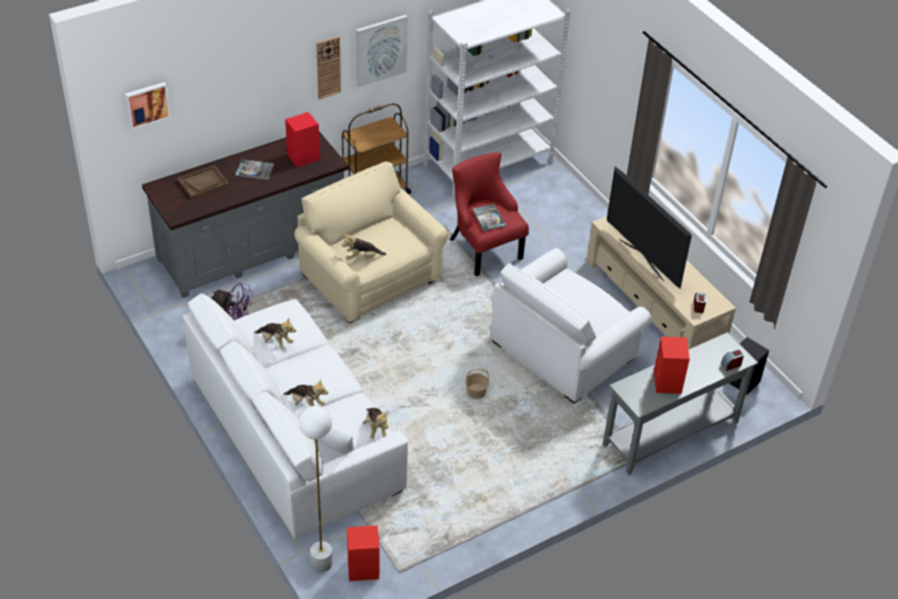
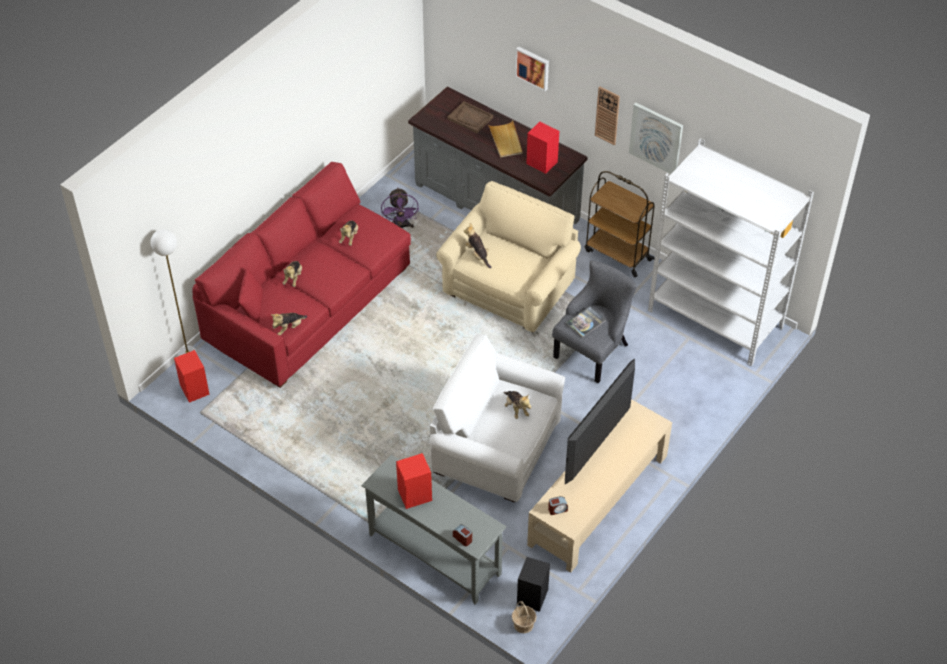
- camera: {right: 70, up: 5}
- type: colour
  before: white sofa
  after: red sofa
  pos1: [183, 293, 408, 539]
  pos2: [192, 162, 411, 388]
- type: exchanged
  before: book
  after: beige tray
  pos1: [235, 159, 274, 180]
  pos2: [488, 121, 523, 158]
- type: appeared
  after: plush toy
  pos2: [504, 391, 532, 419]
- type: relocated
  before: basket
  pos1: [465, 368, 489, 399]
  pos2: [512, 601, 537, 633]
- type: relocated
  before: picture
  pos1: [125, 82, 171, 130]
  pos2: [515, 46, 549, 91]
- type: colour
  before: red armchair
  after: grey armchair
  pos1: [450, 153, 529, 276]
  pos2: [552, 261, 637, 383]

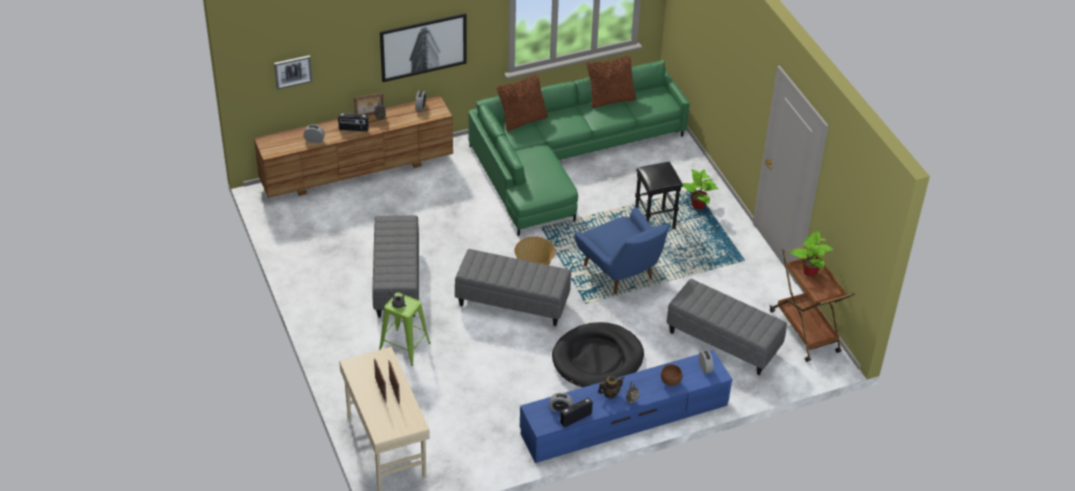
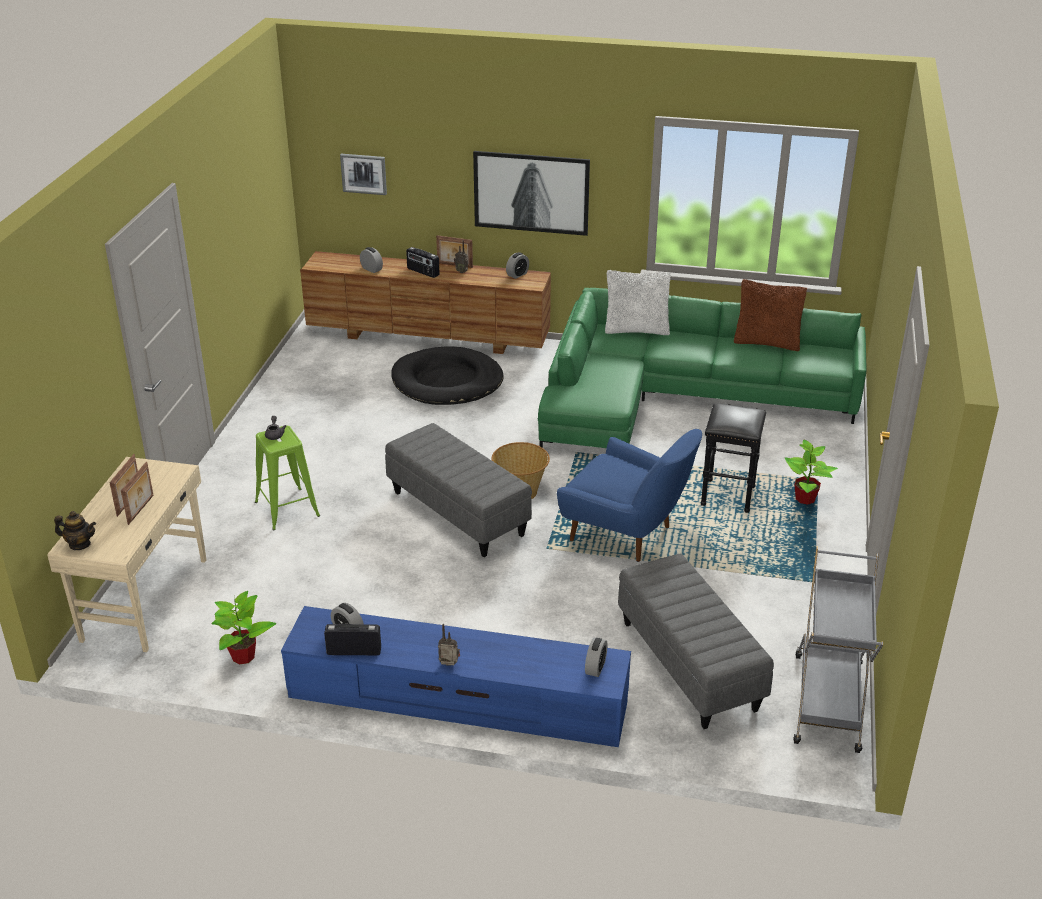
- camera: {right: 35, up: -10}
- type: relocated
  before: teapot
  pos1: [598, 376, 625, 398]
  pos2: [54, 511, 96, 550]
- type: relocated
  before: potted plant
  pos1: [789, 230, 834, 276]
  pos2: [211, 591, 276, 664]
- type: relocated
  before: black dog bed
  pos1: [552, 322, 644, 388]
  pos2: [391, 346, 504, 405]
- type: spun
  before: blue armchair
  pos1: [574, 207, 669, 294]
  pos2: [557, 429, 702, 562]
  turn: -60
- type: colour
  before: brown pillow
  after: white pillow
  pos1: [496, 74, 548, 131]
  pos2: [605, 270, 671, 335]
- type: colour
  before: brown cart
  after: grey cart
  pos1: [770, 246, 855, 362]
  pos2: [793, 546, 883, 753]
- type: missing
  before: grey ottoman
  pos1: [372, 215, 419, 318]
- type: missing
  before: brown bowl
  pos1: [661, 364, 682, 386]

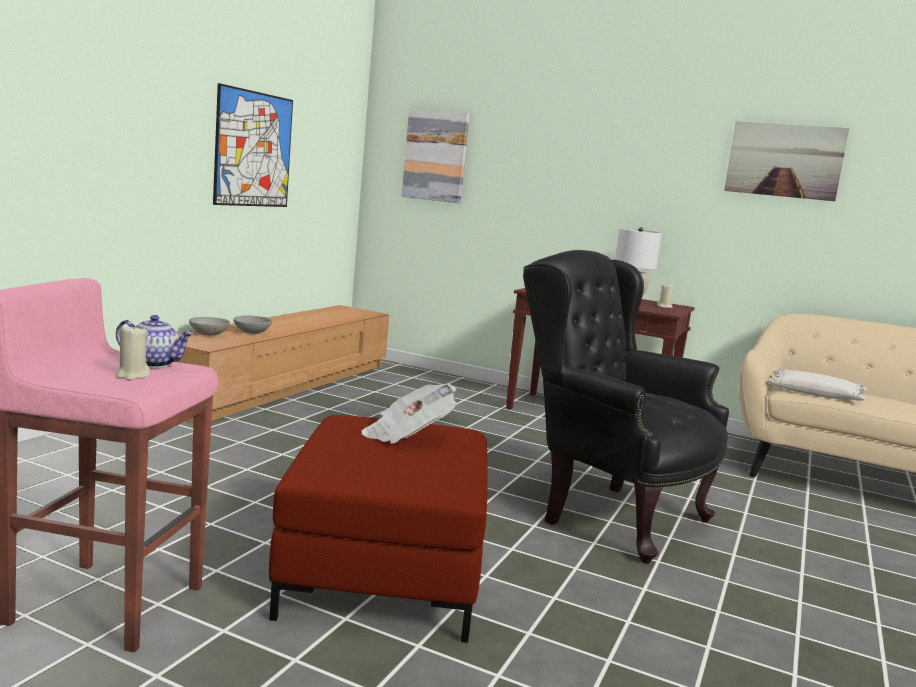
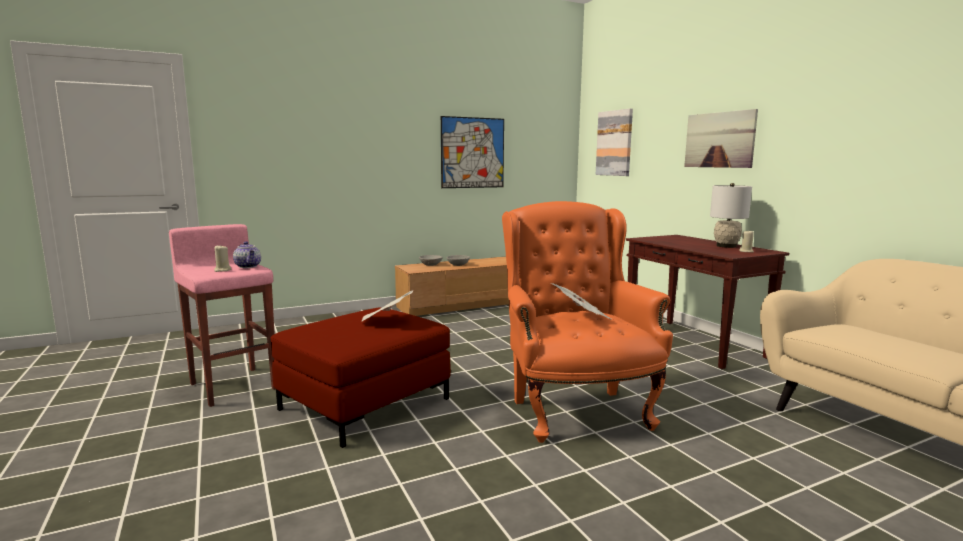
- camera: {right: 40, up: 0}
- type: colour
  before: black armchair
  after: orange armchair
  pos1: [523, 250, 729, 564]
  pos2: [502, 201, 673, 443]
- type: appeared
  after: newspaper
  pos2: [551, 283, 613, 320]
- type: relocated
  before: picture
  pos1: [724, 121, 849, 201]
  pos2: [684, 109, 758, 168]
- type: missing
  before: white pillow
  pos1: [768, 369, 867, 401]

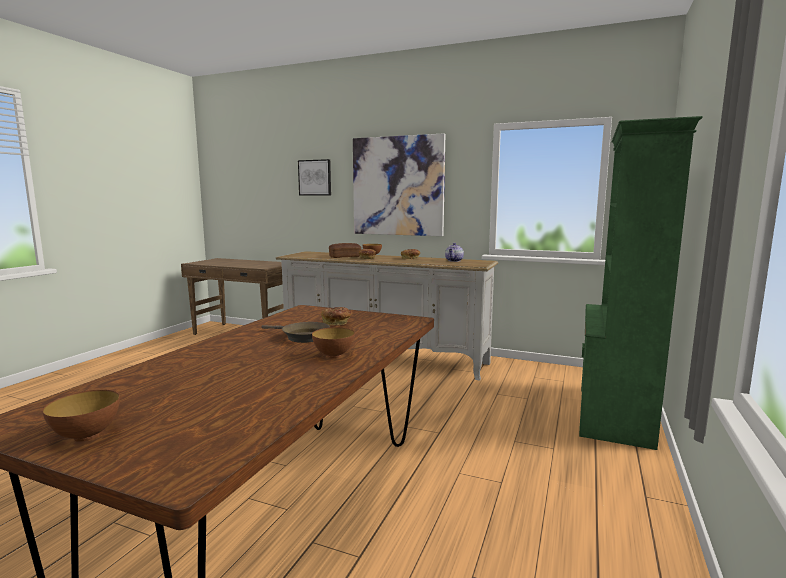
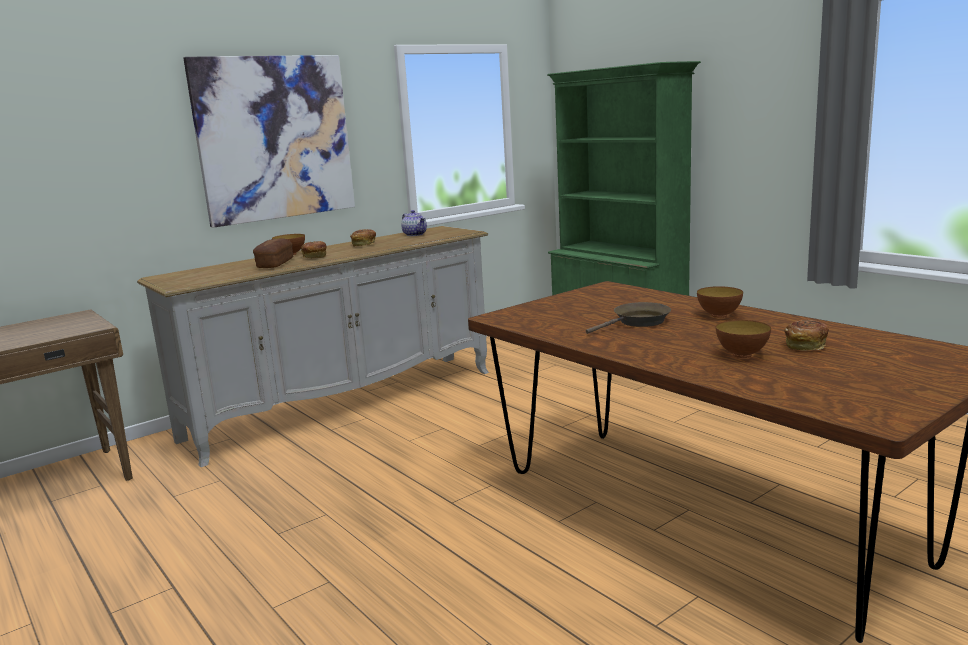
- camera: {right: -60, up: 5}
- type: relocated
  before: bowl
  pos1: [43, 390, 120, 442]
  pos2: [716, 320, 771, 358]
- type: relocated
  before: bread
  pos1: [321, 307, 352, 325]
  pos2: [784, 320, 829, 350]
- type: missing
  before: picture
  pos1: [298, 159, 331, 196]

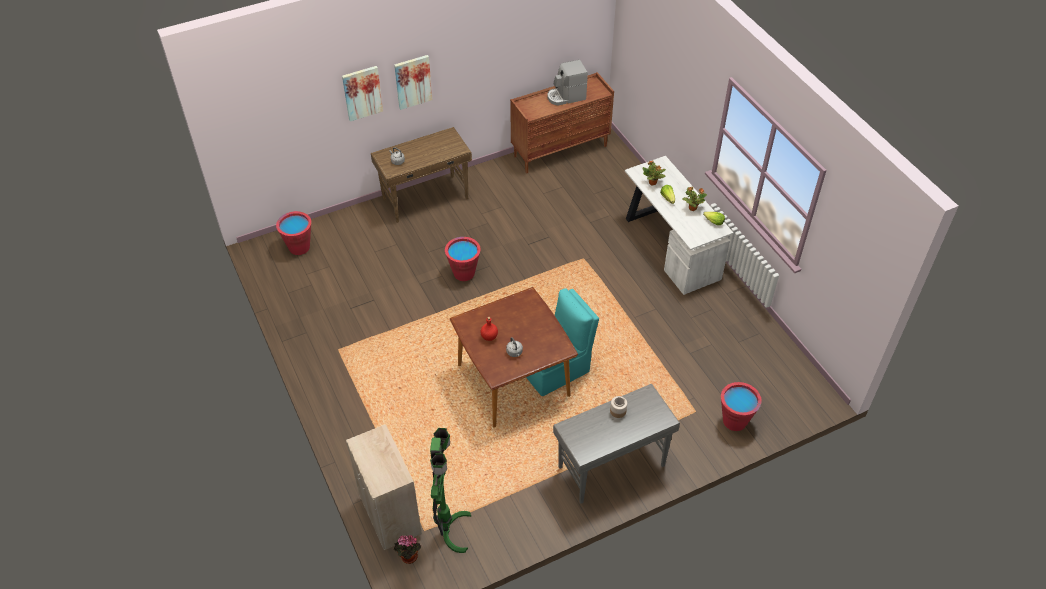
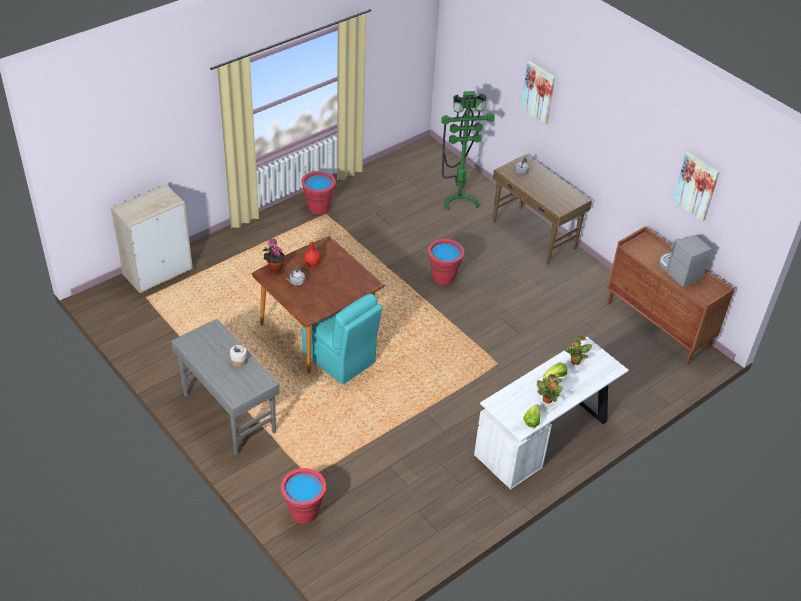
- camera: {right: 75, up: -5}
- type: relocated
  before: potted plant
  pos1: [394, 535, 421, 564]
  pos2: [263, 239, 285, 275]
- type: relocated
  before: red bucket
  pos1: [276, 211, 311, 255]
  pos2: [301, 171, 336, 214]
- type: relocated
  before: green floor lamp
  pos1: [430, 428, 471, 553]
  pos2: [441, 91, 495, 210]
- type: relocated
  before: picture
  pos1: [394, 55, 432, 110]
  pos2: [673, 152, 720, 221]

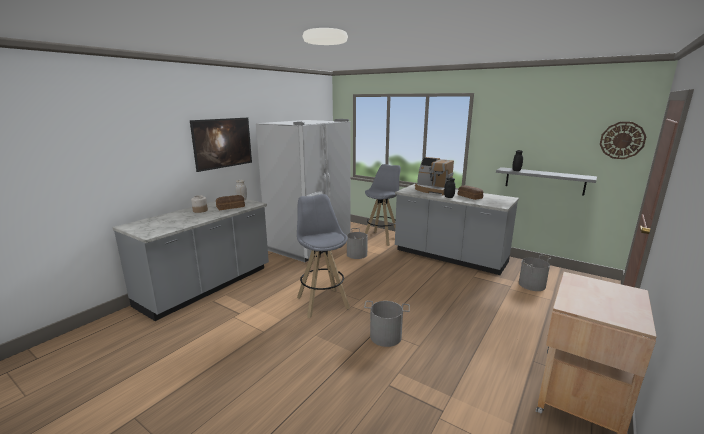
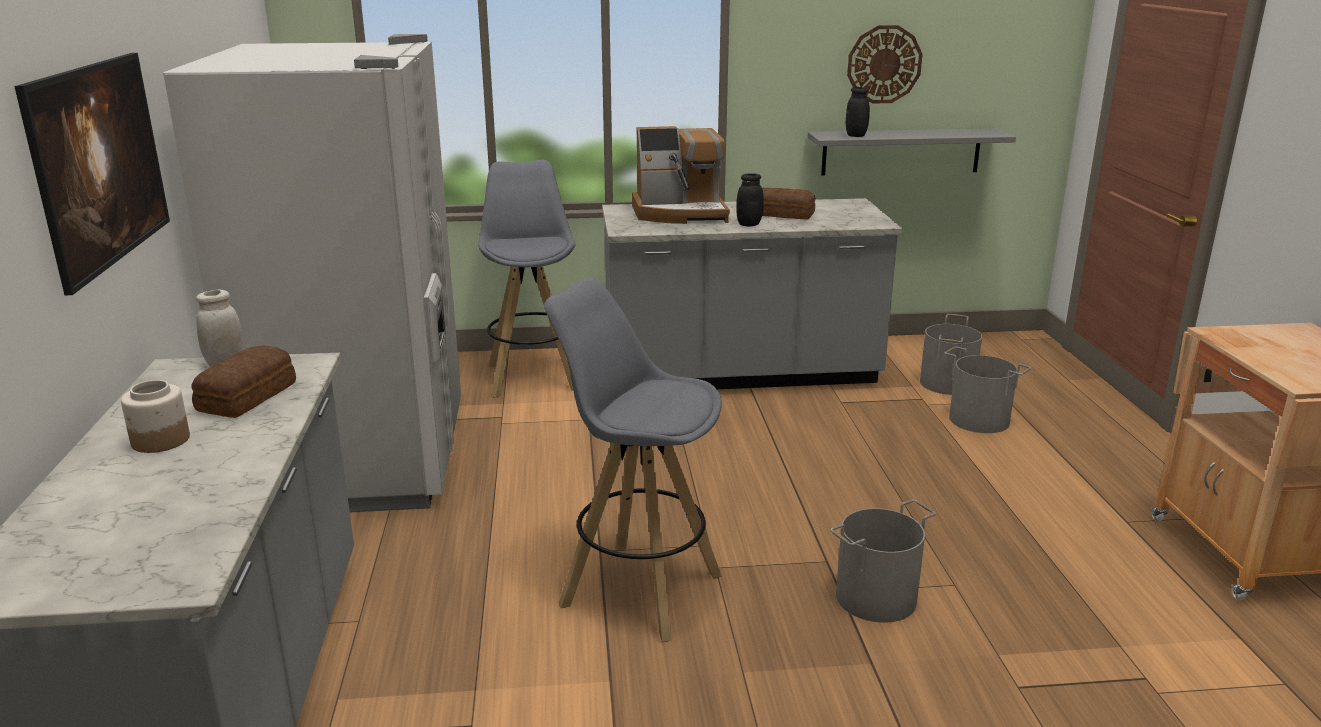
- camera: {right: -40, up: 5}
- type: relocated
  before: wall clock
  pos1: [600, 122, 647, 159]
  pos2: [847, 25, 923, 103]
- type: relocated
  before: grey bucket
  pos1: [347, 228, 368, 259]
  pos2: [944, 346, 1031, 433]

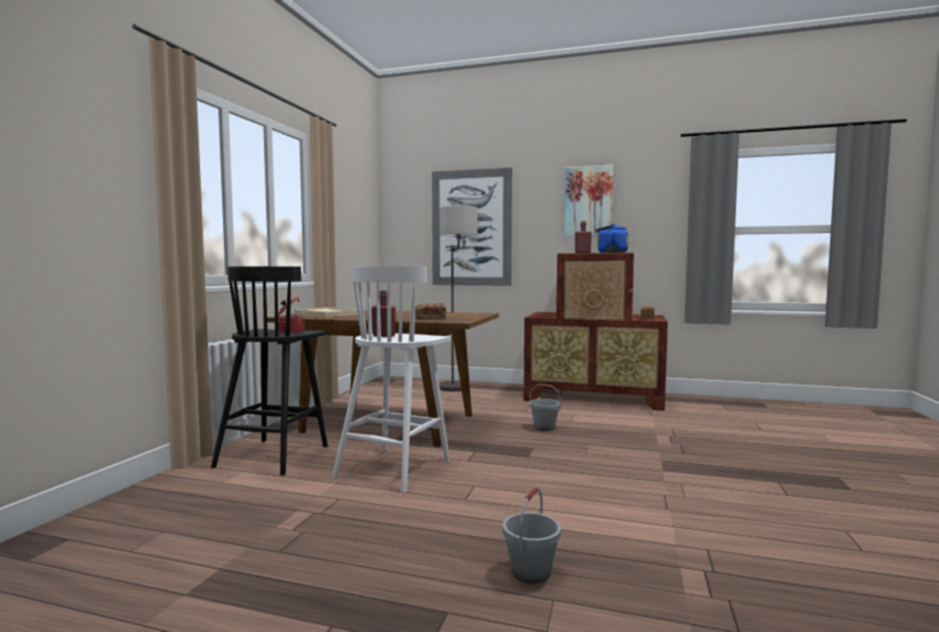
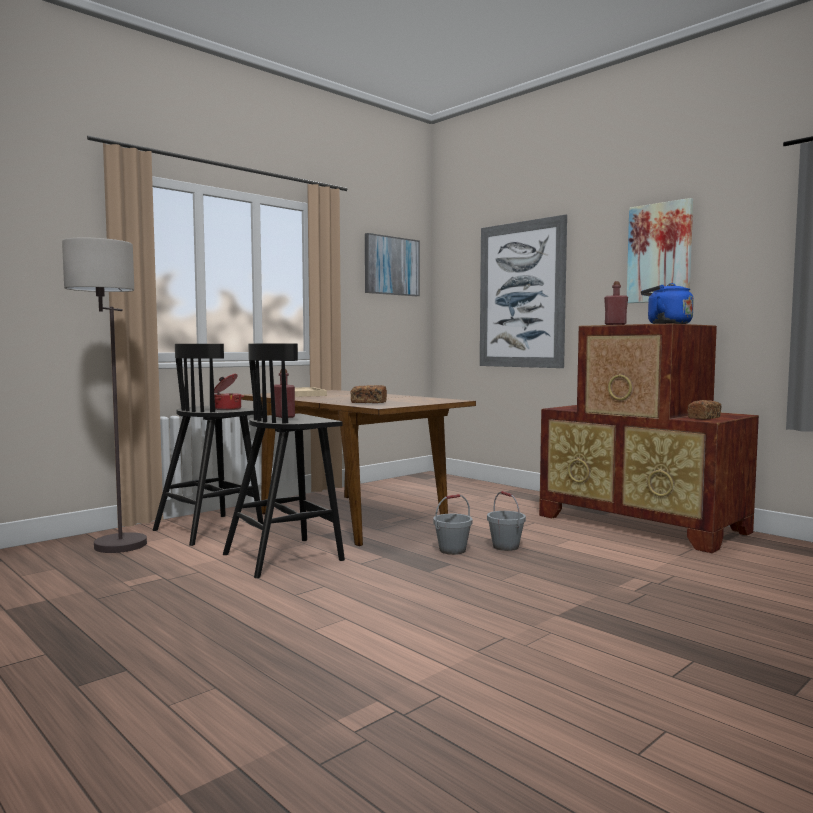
- camera: {right: 30, up: 0}
- type: relocated
  before: grey floor lamp
  pos1: [439, 206, 477, 391]
  pos2: [62, 238, 147, 553]
- type: colour
  before: white stool
  after: black stool
  pos1: [332, 266, 451, 493]
  pos2: [223, 344, 345, 578]
- type: appeared
  after: picture
  pos2: [365, 233, 420, 296]
- type: relocated
  before: grey bucket
  pos1: [503, 487, 561, 584]
  pos2: [433, 494, 472, 555]

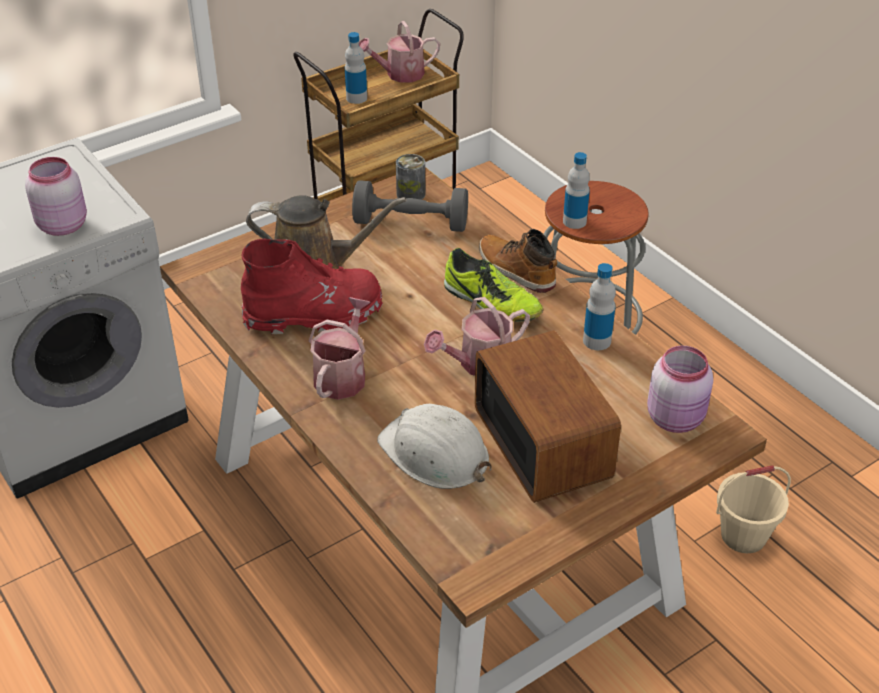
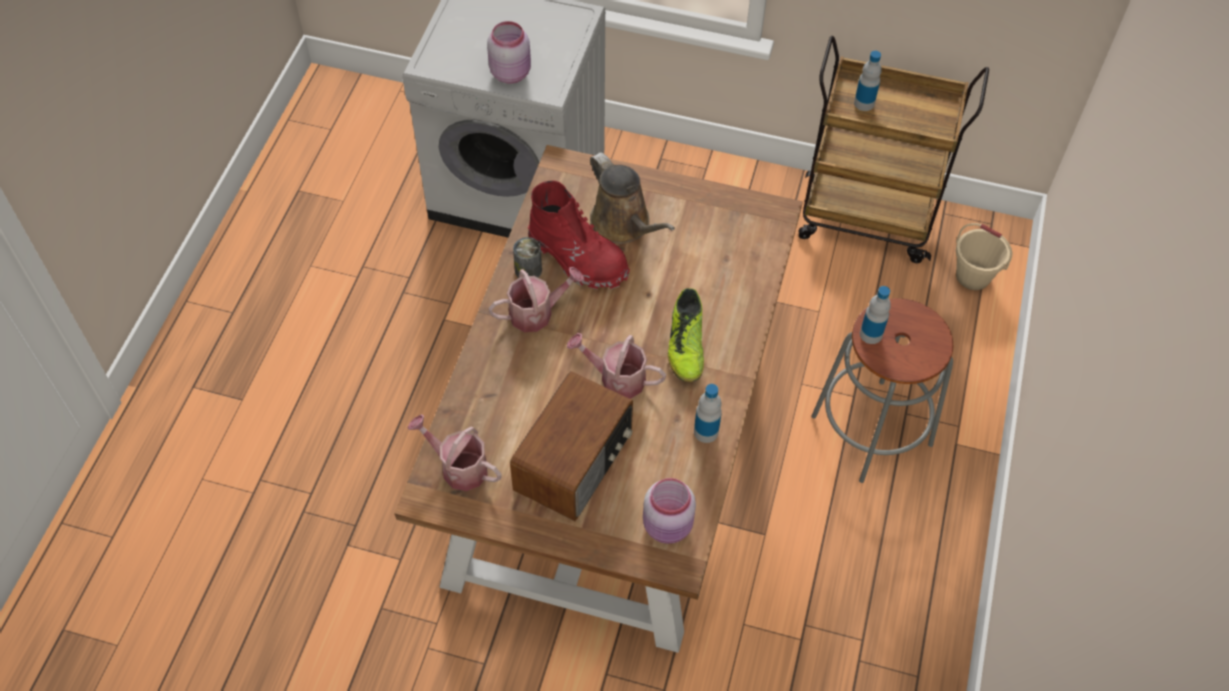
- camera: {right: 50, up: 15}
- type: relocated
  before: watering can
  pos1: [359, 21, 440, 83]
  pos2: [407, 414, 502, 491]
- type: relocated
  before: can
  pos1: [396, 154, 425, 200]
  pos2: [513, 237, 542, 278]
- type: relocated
  before: beige bucket
  pos1: [716, 465, 791, 553]
  pos2: [956, 223, 1012, 290]
- type: missing
  before: grey dumbbell
  pos1: [352, 180, 468, 232]
- type: missing
  before: white hard hat
  pos1: [377, 404, 492, 489]
- type: missing
  before: boot
  pos1: [479, 229, 557, 293]

